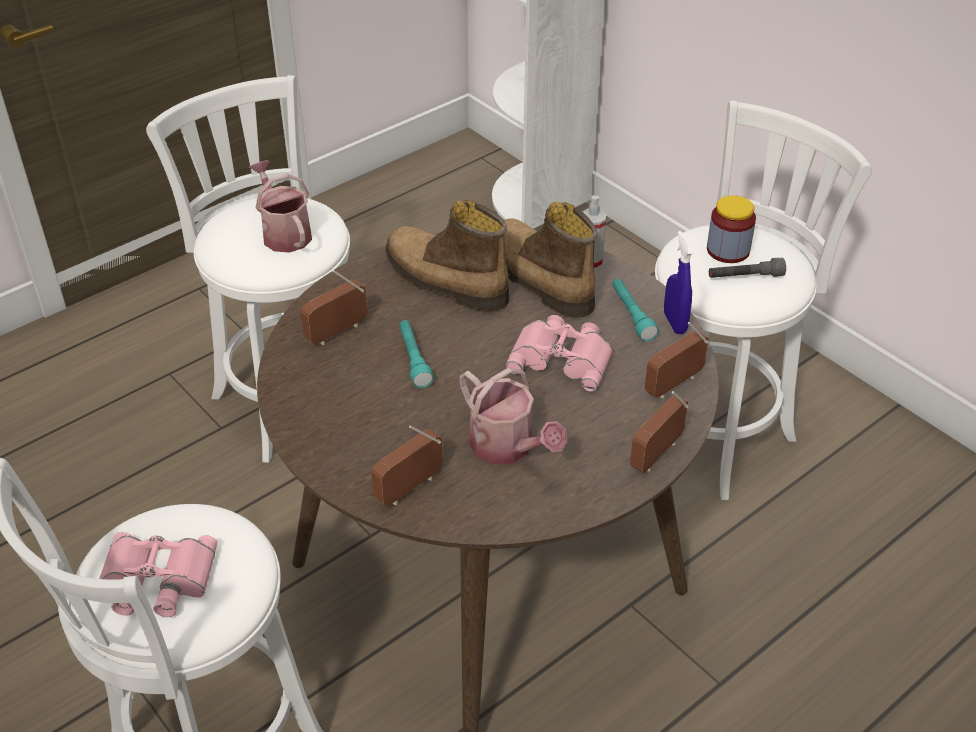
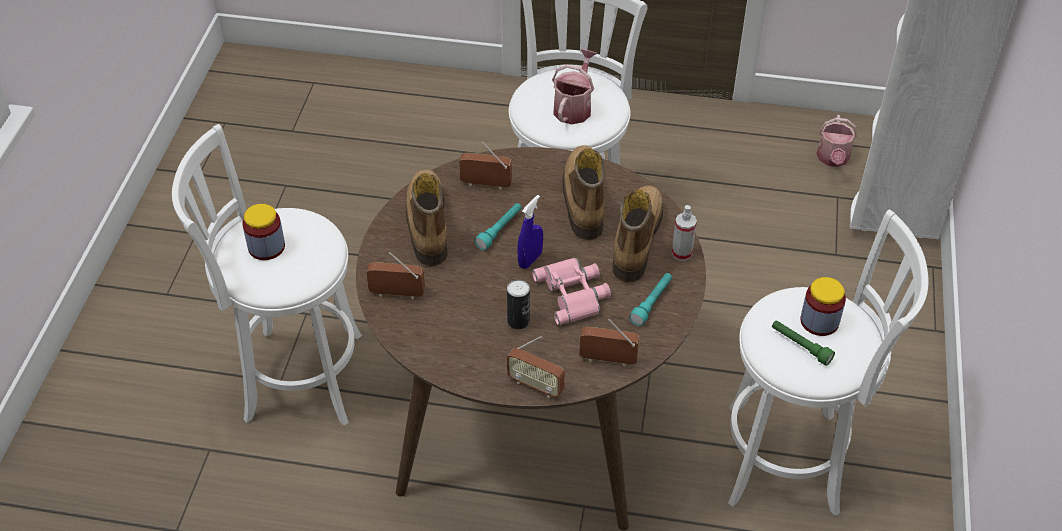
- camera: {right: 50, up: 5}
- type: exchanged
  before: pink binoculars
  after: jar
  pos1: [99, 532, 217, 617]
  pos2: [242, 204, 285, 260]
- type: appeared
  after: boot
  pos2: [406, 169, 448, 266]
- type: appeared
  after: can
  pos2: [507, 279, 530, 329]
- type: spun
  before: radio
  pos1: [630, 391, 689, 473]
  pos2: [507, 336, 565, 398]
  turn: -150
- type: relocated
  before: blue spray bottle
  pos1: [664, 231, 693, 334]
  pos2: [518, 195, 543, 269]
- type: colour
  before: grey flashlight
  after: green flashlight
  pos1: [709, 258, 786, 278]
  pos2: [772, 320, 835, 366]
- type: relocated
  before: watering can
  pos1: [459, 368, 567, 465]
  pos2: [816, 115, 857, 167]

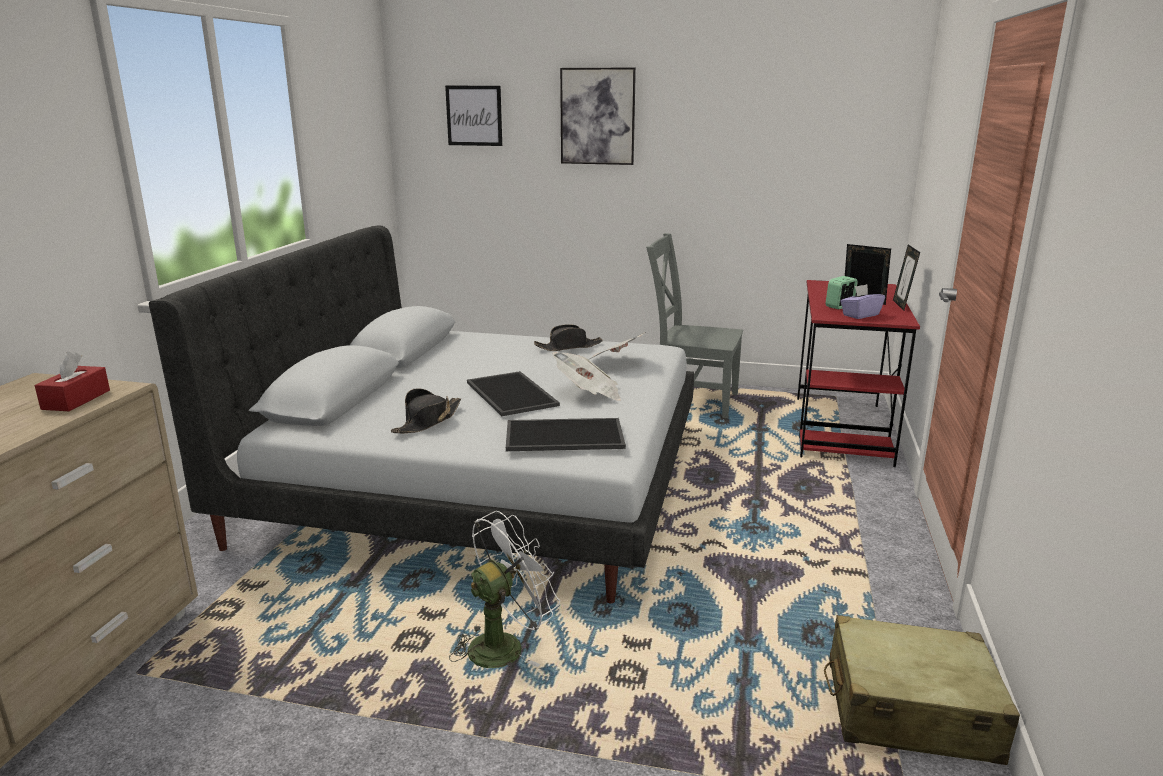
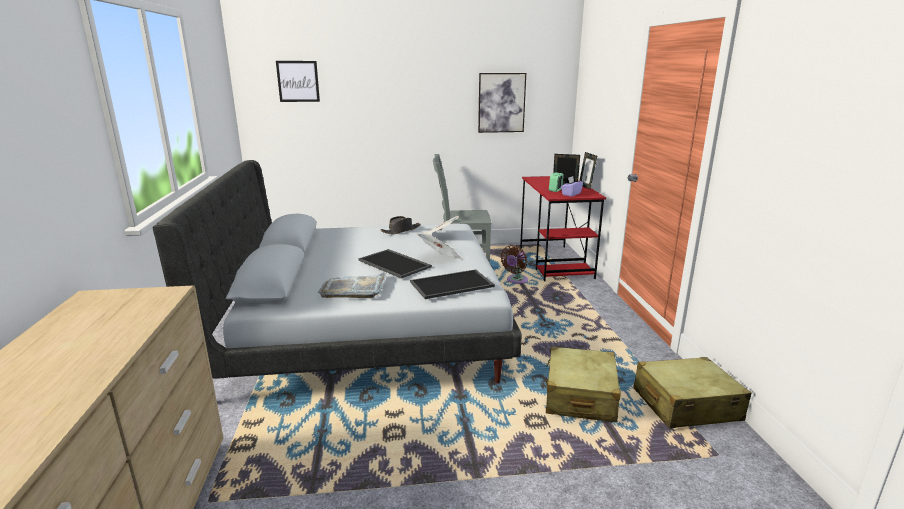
- camera: {right: -20, up: 0}
- type: exchanged
  before: black hat
  after: grey tray
  pos1: [391, 388, 461, 433]
  pos2: [318, 272, 387, 298]
- type: relocated
  before: picture
  pos1: [560, 67, 636, 165]
  pos2: [478, 73, 526, 133]
- type: appeared
  after: brown fan
  pos2: [501, 245, 528, 284]
- type: appeared
  after: beige suitcase
  pos2: [546, 347, 621, 422]
- type: missing
  before: red tissue box
  pos1: [34, 352, 110, 411]
- type: missing
  before: white fan
  pos1: [449, 511, 560, 668]

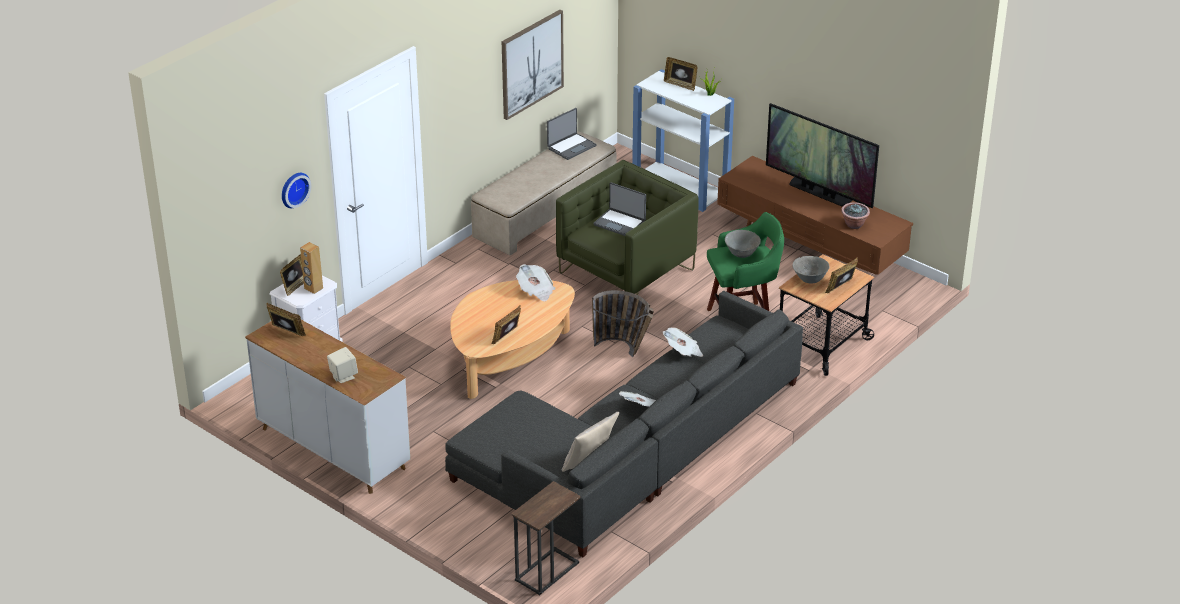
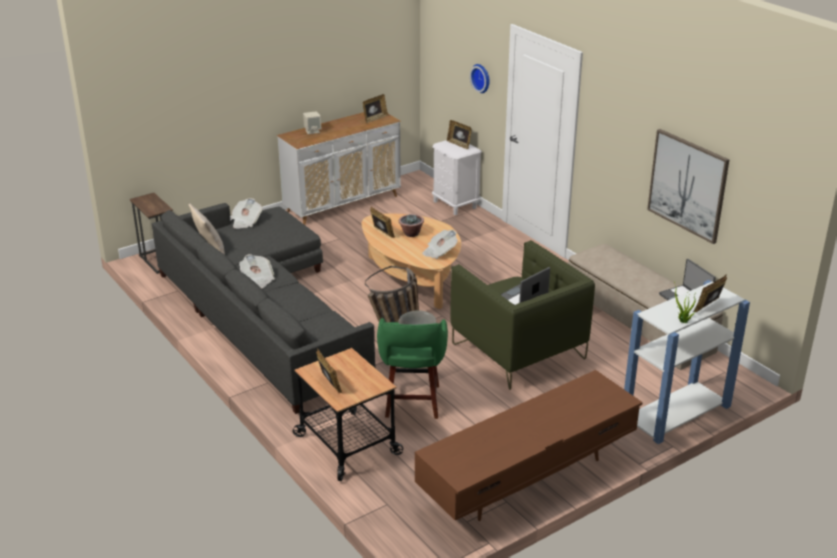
- camera: {right: 105, up: -5}
- type: relocated
  before: newspaper
  pos1: [663, 328, 703, 357]
  pos2: [231, 198, 262, 229]
- type: relocated
  before: potted plant
  pos1: [841, 202, 870, 229]
  pos2: [399, 214, 424, 237]
- type: missing
  before: brown speaker
  pos1: [300, 242, 323, 294]
- type: missing
  before: television
  pos1: [766, 103, 879, 208]
- type: missing
  before: grey bowl
  pos1: [792, 256, 829, 283]

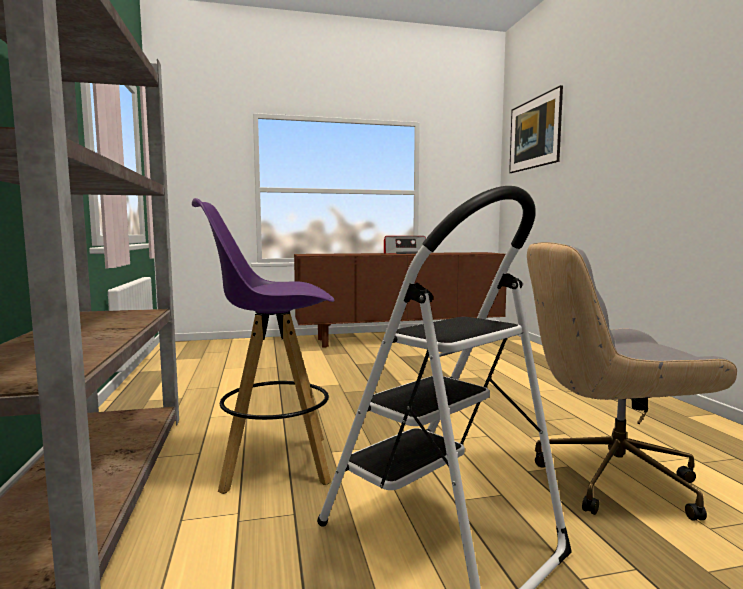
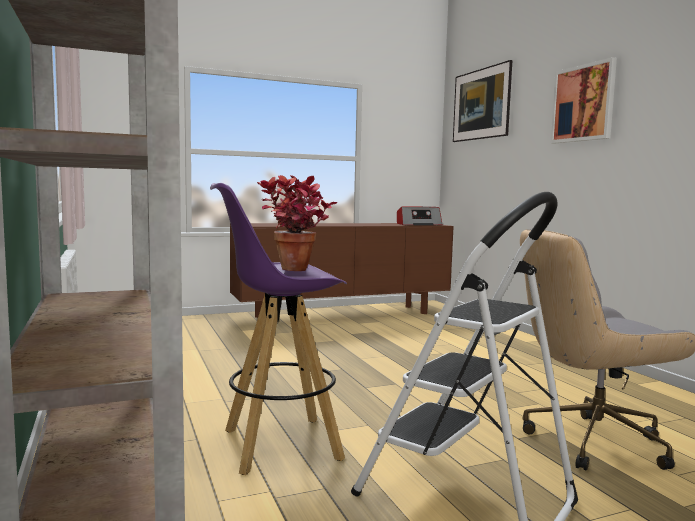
- camera: {right: -10, up: 0}
- type: appeared
  after: potted plant
  pos2: [257, 175, 337, 271]
- type: relocated
  before: radio
  pos1: [384, 236, 426, 254]
  pos2: [397, 206, 443, 225]
- type: appeared
  after: picture
  pos2: [551, 57, 617, 144]

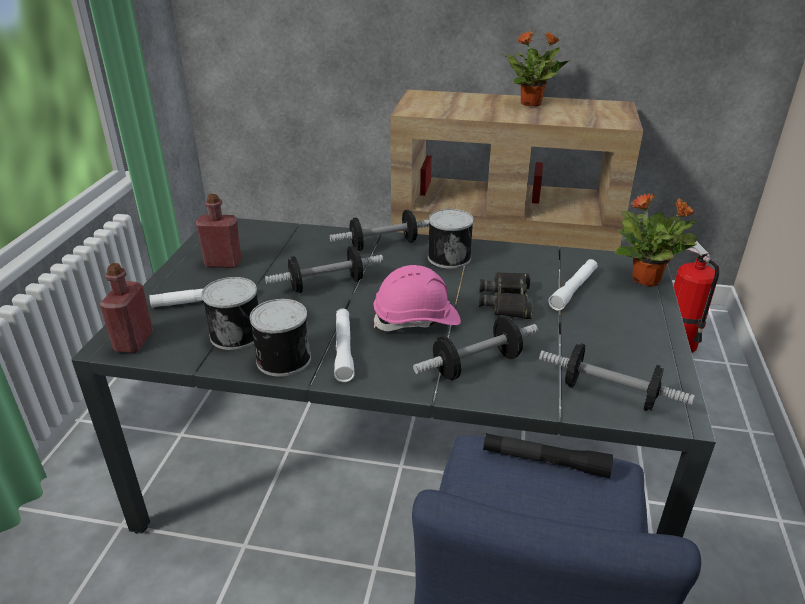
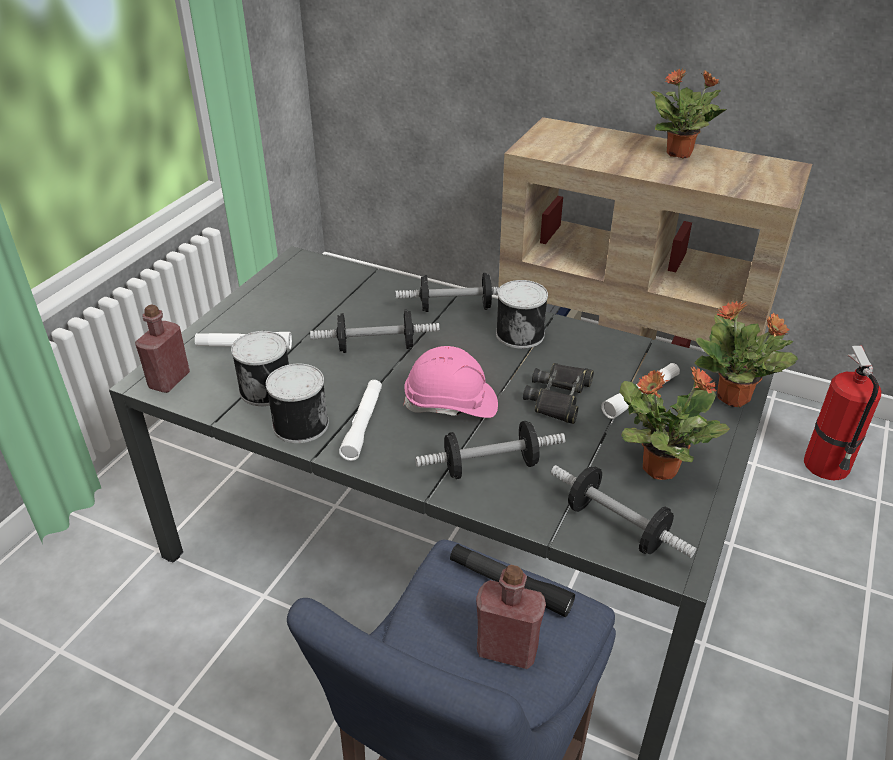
- camera: {right: 15, up: 5}
- type: relocated
  before: red bottle
  pos1: [195, 194, 242, 268]
  pos2: [476, 565, 546, 669]
- type: appeared
  after: potted plant
  pos2: [619, 367, 730, 480]

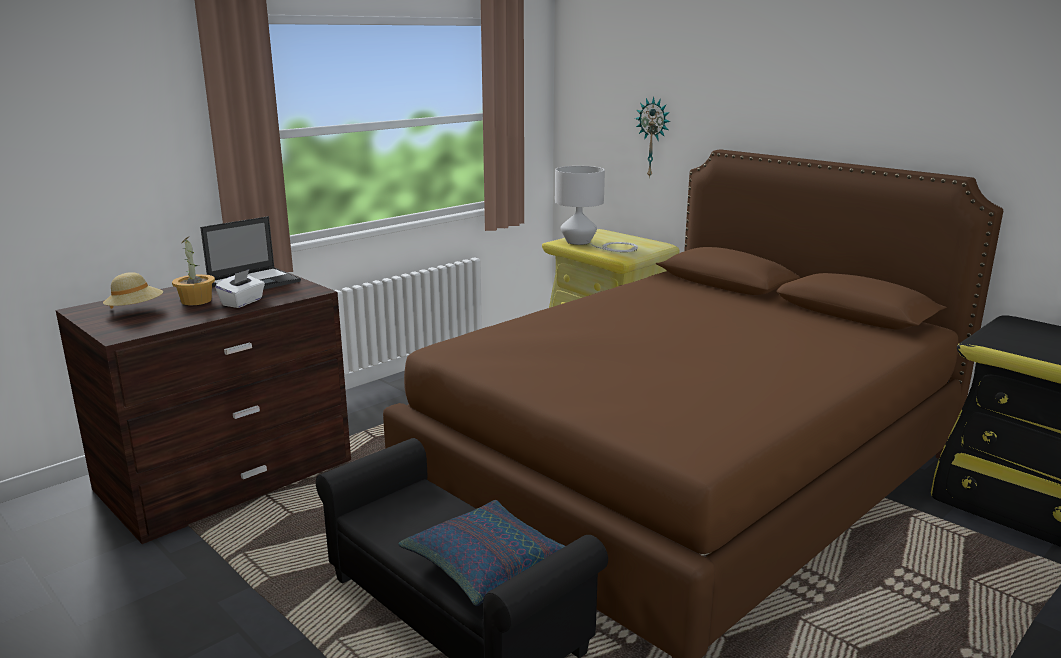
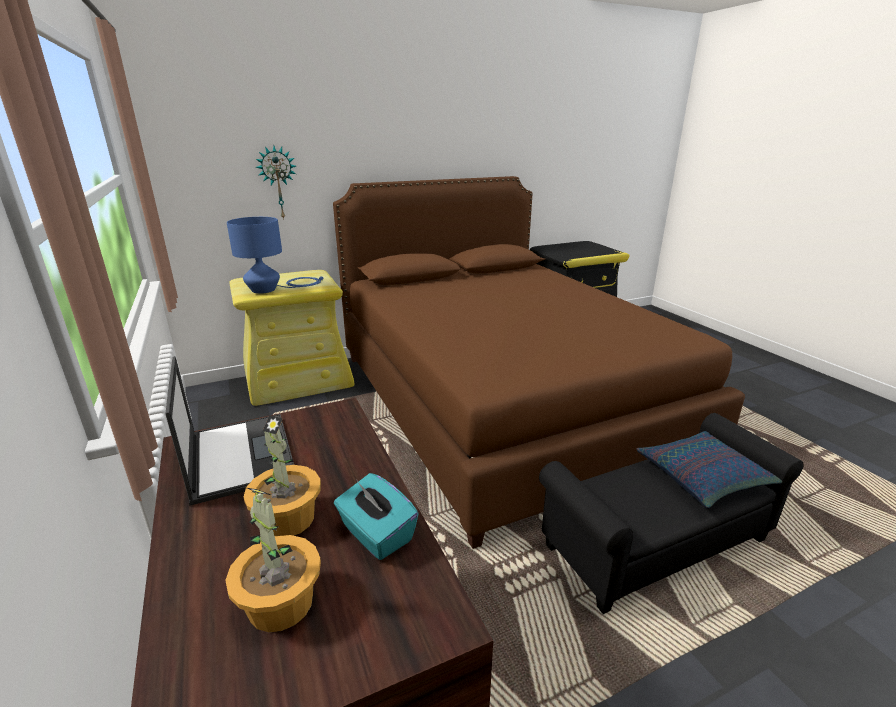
- camera: {right: -70, up: 5}
- type: exchanged
  before: beige hat
  after: potted plant
  pos1: [103, 272, 163, 309]
  pos2: [225, 487, 321, 632]
- type: colour
  before: grey table lamp
  after: blue table lamp
  pos1: [555, 166, 638, 252]
  pos2: [227, 217, 323, 294]
- type: appeared
  after: turquoise tissue box
  pos2: [334, 473, 419, 560]
- type: missing
  before: white tissue box
  pos1: [215, 269, 265, 308]

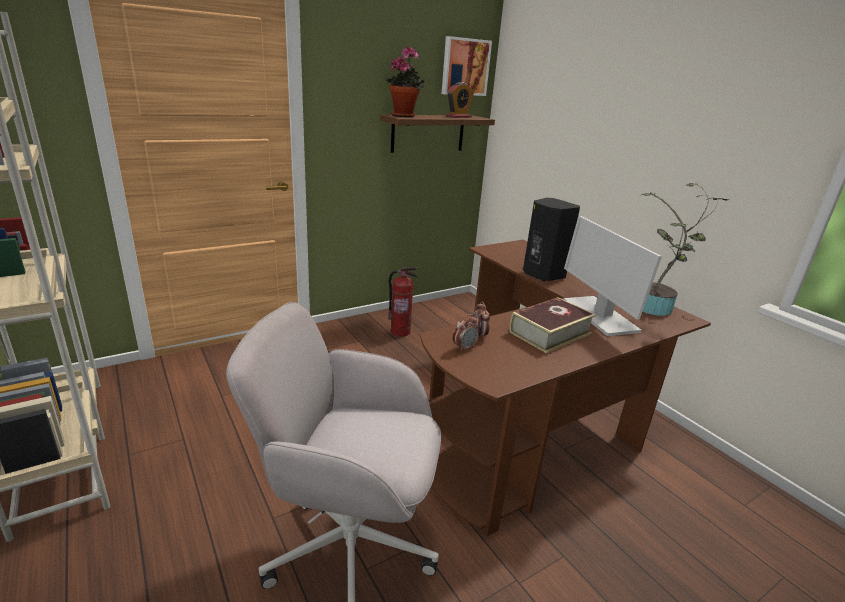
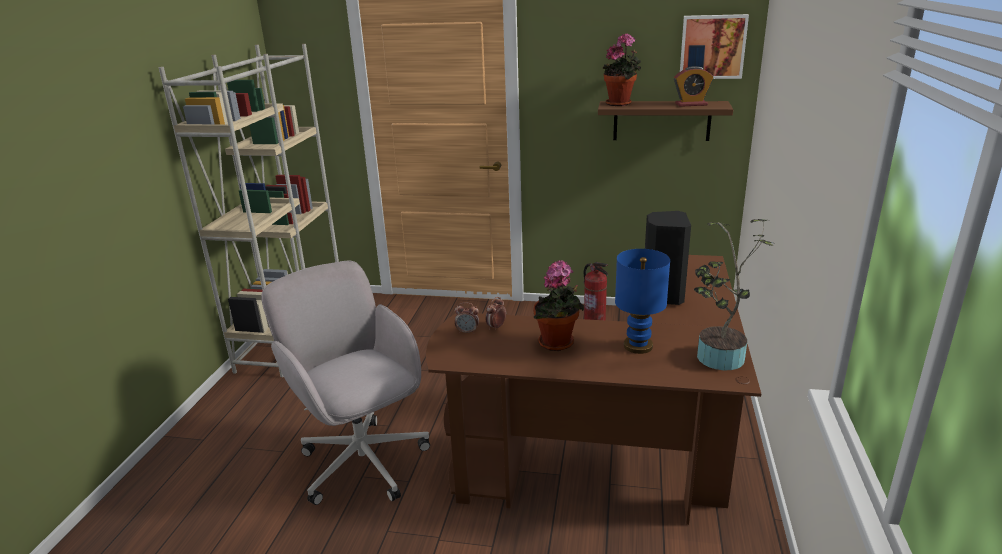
- camera: {right: 45, up: 0}
- type: exchanged
  before: book
  after: potted plant
  pos1: [509, 297, 596, 353]
  pos2: [533, 261, 584, 351]
- type: exchanged
  before: monitor
  after: blue table lamp
  pos1: [563, 216, 662, 336]
  pos2: [615, 249, 670, 354]

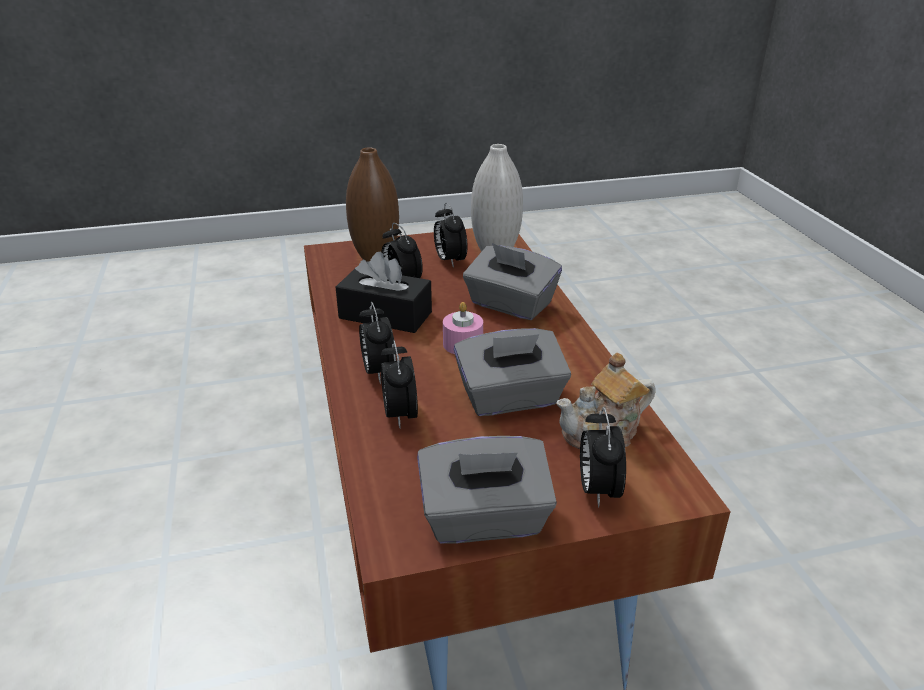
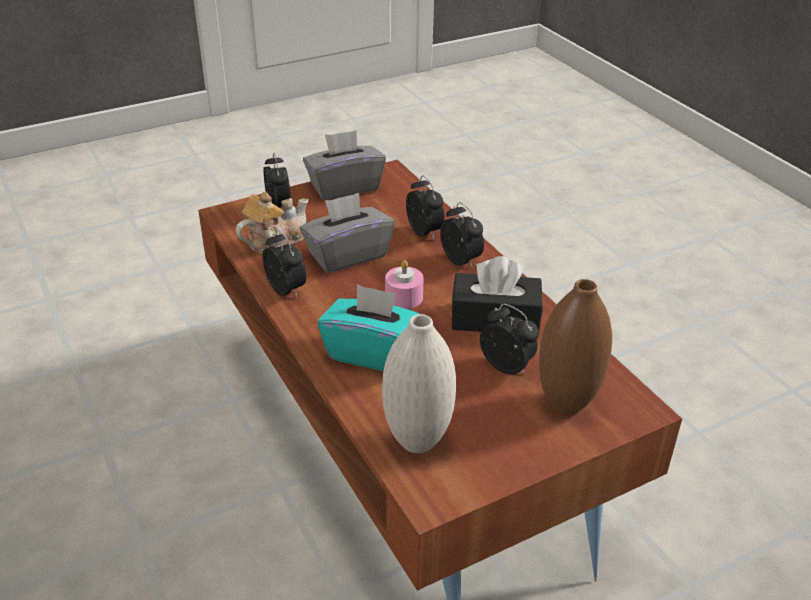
- camera: {right: 165, up: 5}
- type: relocated
  before: alarm clock
  pos1: [434, 203, 468, 268]
  pos2: [262, 230, 306, 297]
- type: colour
  before: grey tissue box
  after: turquoise tissue box
  pos1: [463, 243, 562, 320]
  pos2: [318, 284, 419, 371]

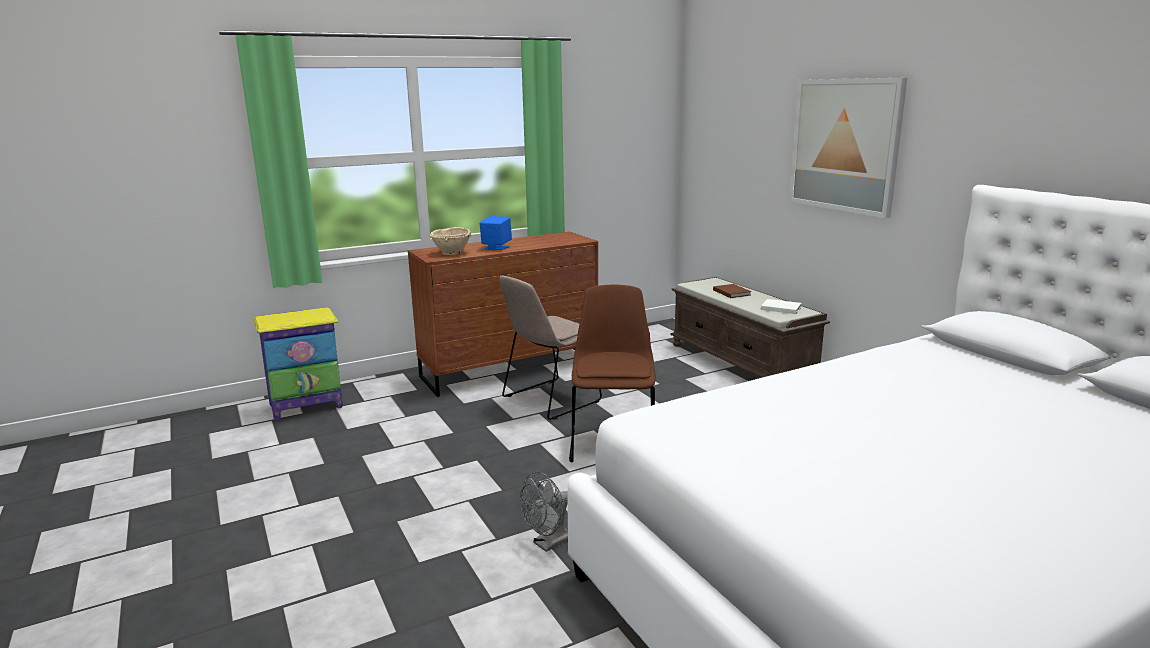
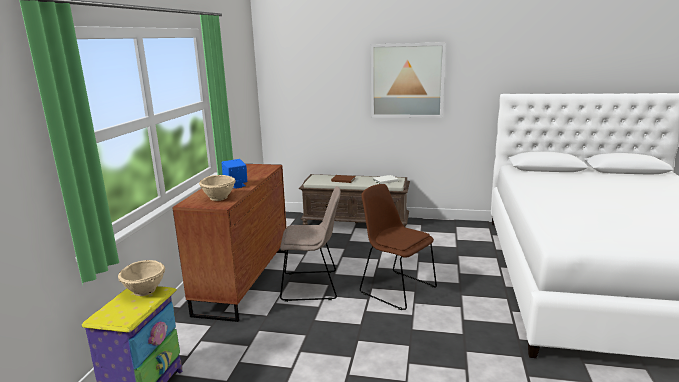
- camera: {right: -50, up: 0}
- type: appeared
  after: beige bowl
  pos2: [118, 260, 165, 296]
- type: spun
  before: beige chair
  pos1: [499, 276, 602, 420]
  pos2: [280, 186, 341, 302]
  turn: -90
- type: missing
  before: grey fan
  pos1: [520, 472, 568, 552]

